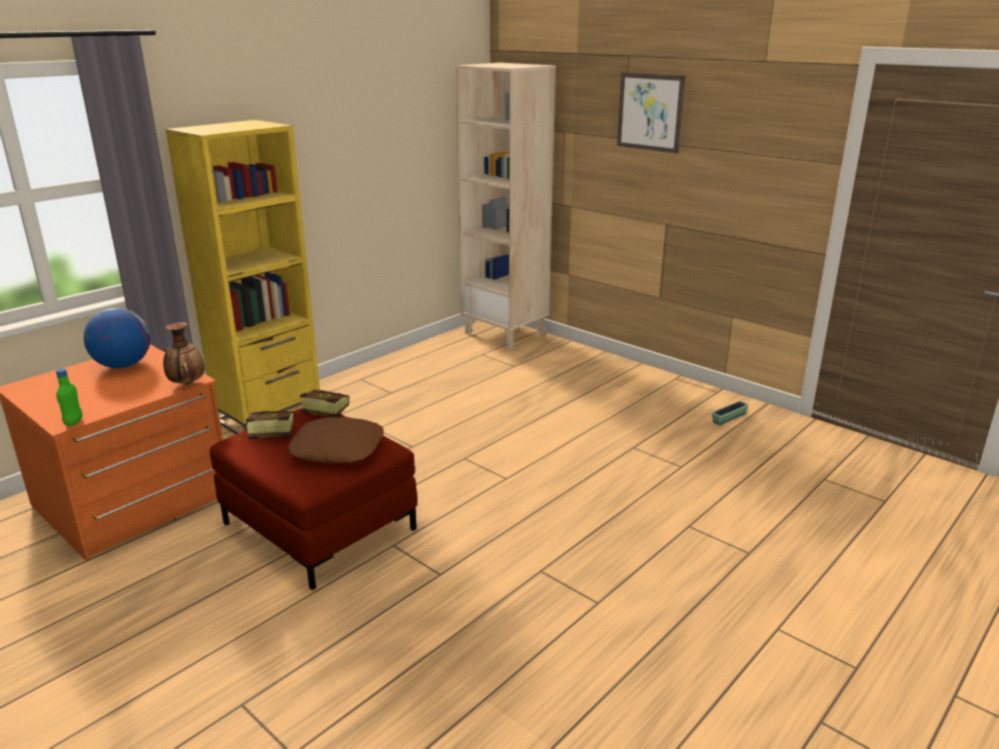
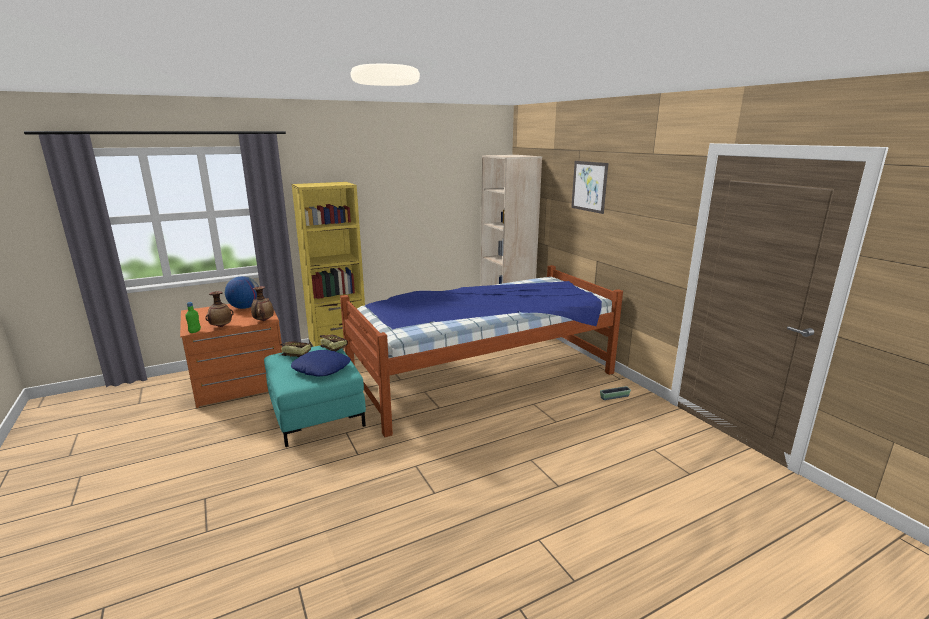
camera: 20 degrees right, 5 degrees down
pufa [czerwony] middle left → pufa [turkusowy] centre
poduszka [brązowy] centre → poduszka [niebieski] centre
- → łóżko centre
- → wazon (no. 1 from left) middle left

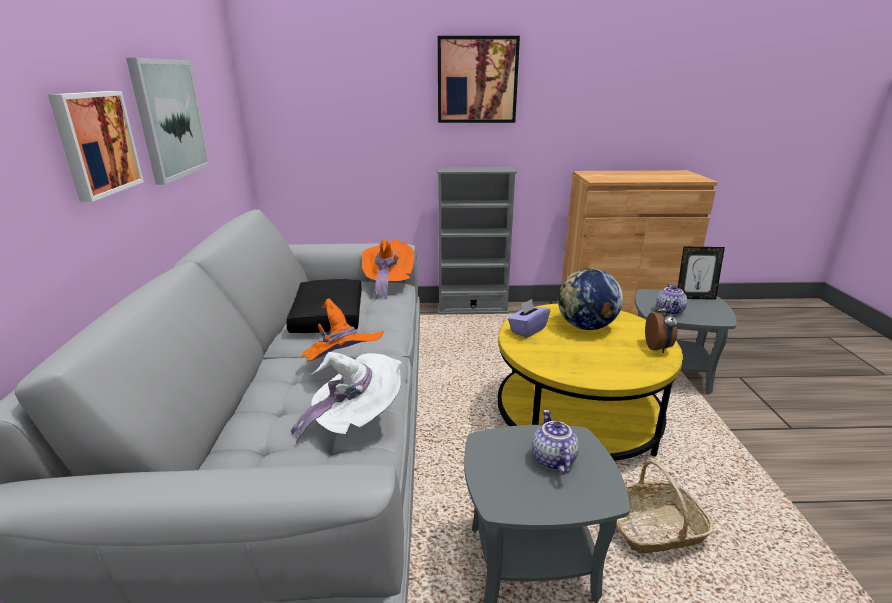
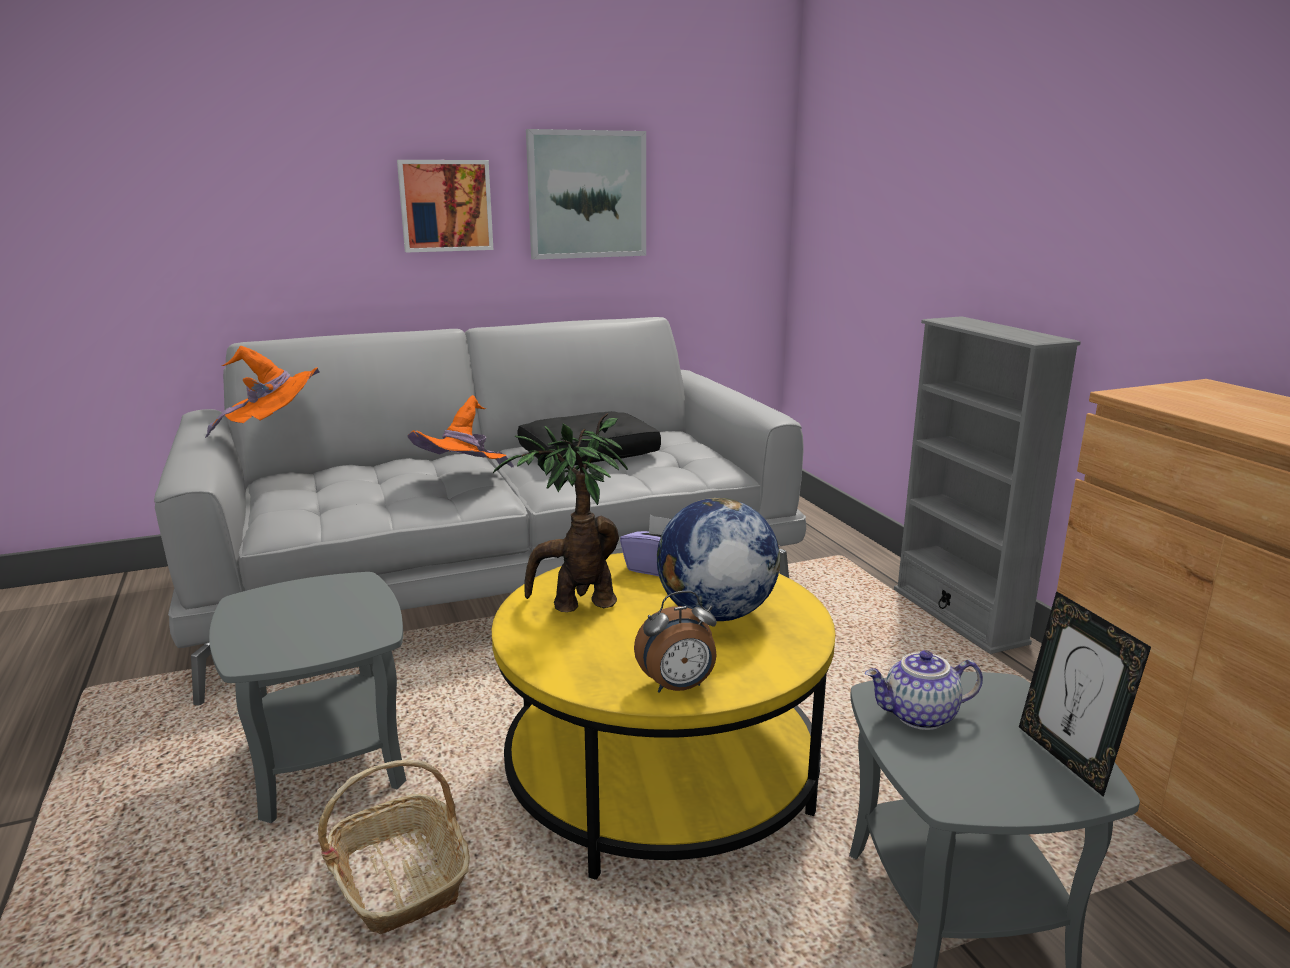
camera: 70 degrees right, 5 degrees down
obraz (no. 3 from left) top centre → -
kapelusz [pomarańczowy] (no. 2 from left in the first image) centre → kapelusz [pomarańczowy] (no. 1 from left) middle left, relocated
kapelusz [biały] centre → -
imbryk (no. 1 from left) bottom centre → -
- → roślina doniczkowa centre

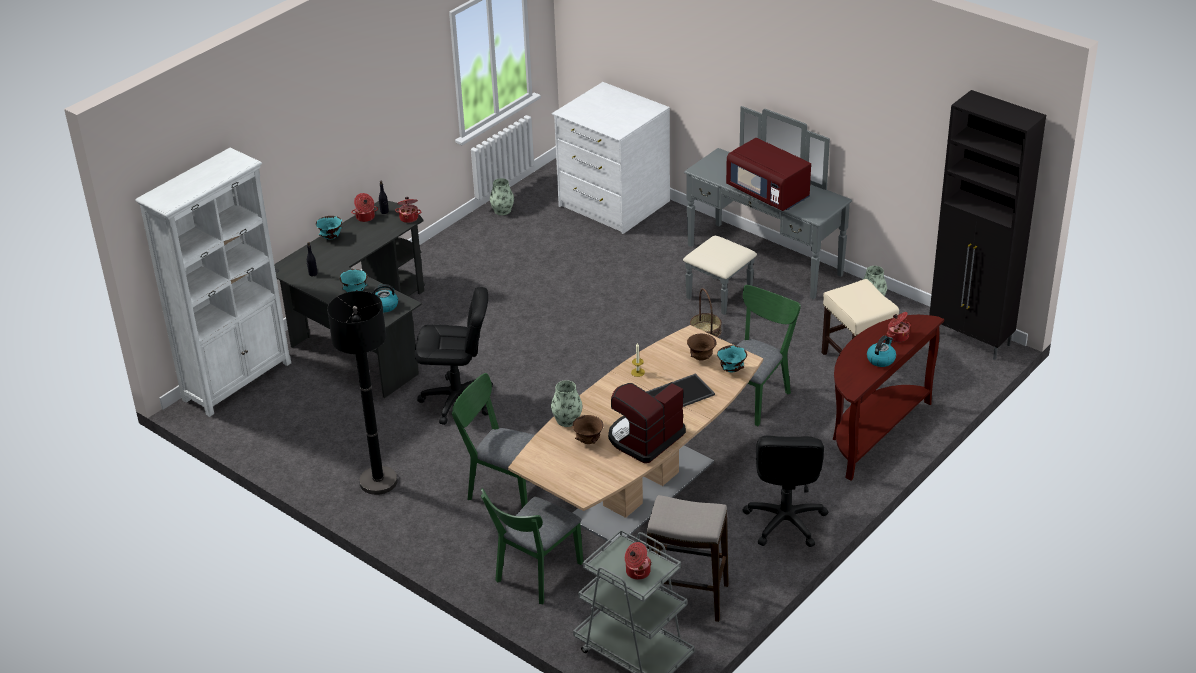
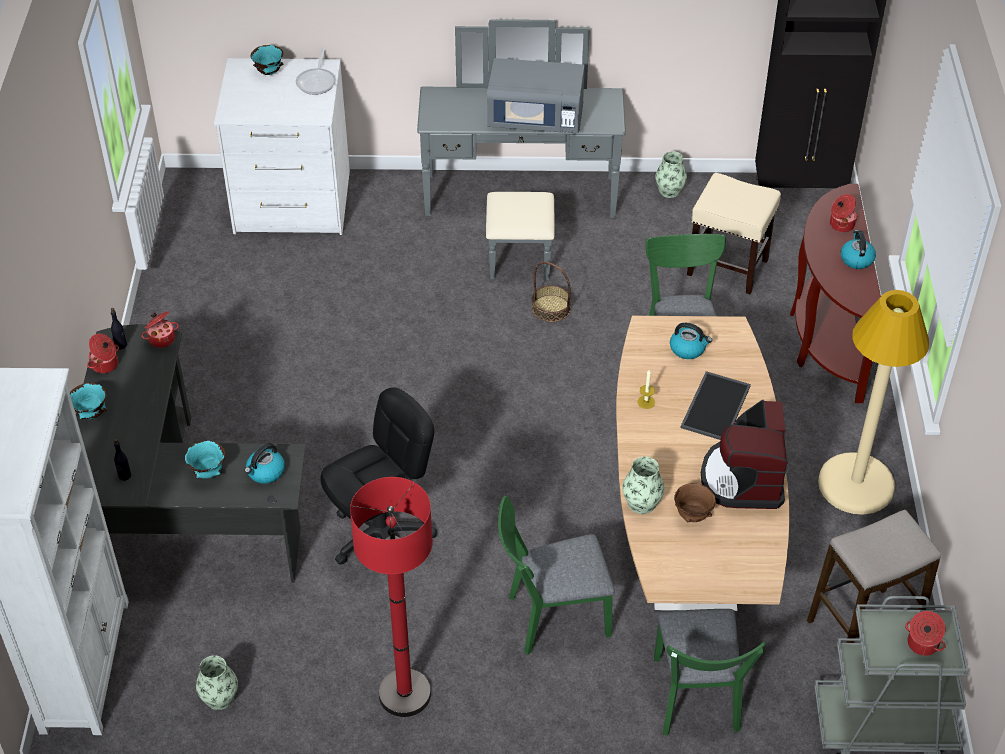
camera: 40 degrees left, 10 degrees up
mikrofalówka [czerwony] top centre → mikrofalówka [szary] top centre
wazon (no. 1 from left) top centre → wazon (no. 1 from left) bottom left, relocated
lampa stojąca [czarny] middle left → lampa stojąca [czerwony] bottom centre
miska [brązowy] (no. 2 from left) centre → czajnik (no. 2 from left) middle right
miska [turkusowy] (no. 3 from left) centre → miska [turkusowy] (no. 3 from left) top left, relocated
krzesło biurowe [czarny] (no. 2 from left) bottom centre → lampa stojąca [beżowy] middle right
- → patelnia top left

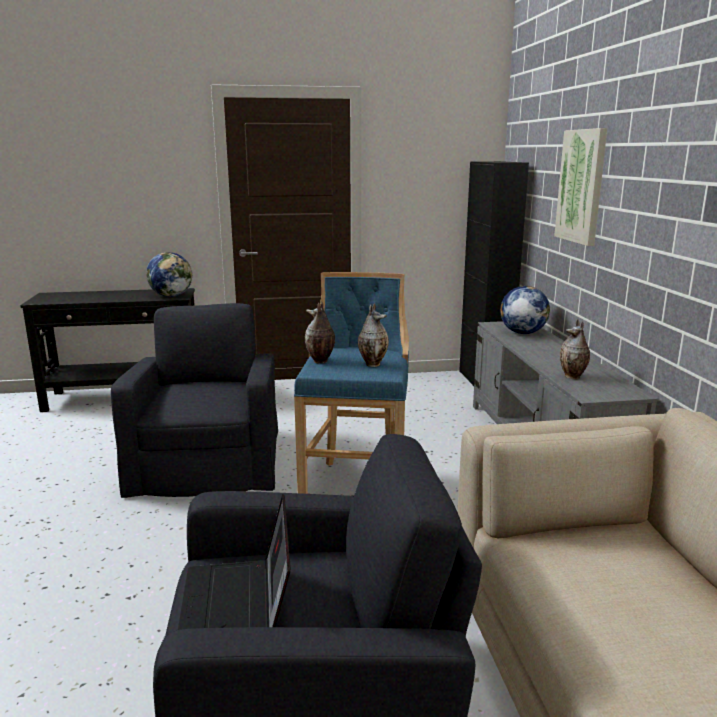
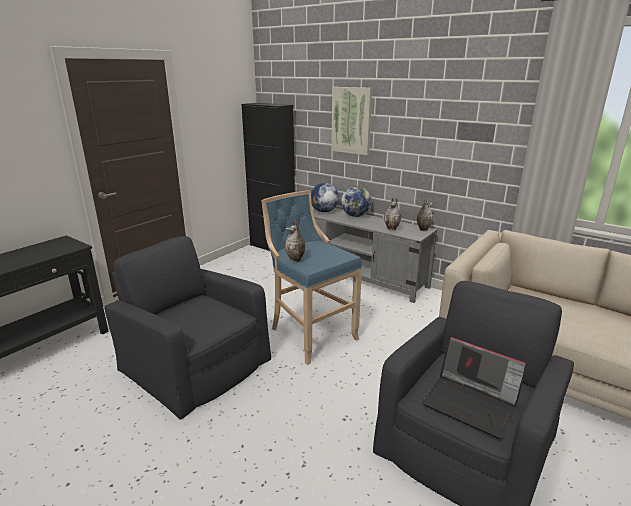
camera: 45 degrees left, 5 degrees up
globus (no. 1 from left in the first image) middle left → globus (no. 2 from left) centre, relocated
wazon (no. 2 from left in the first image) centre → wazon (no. 3 from left) middle right, relocated

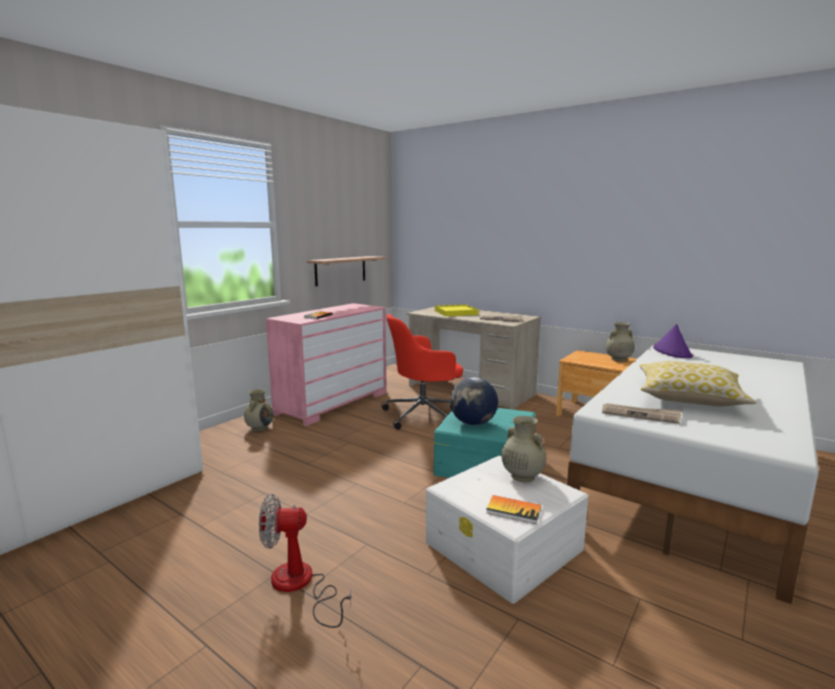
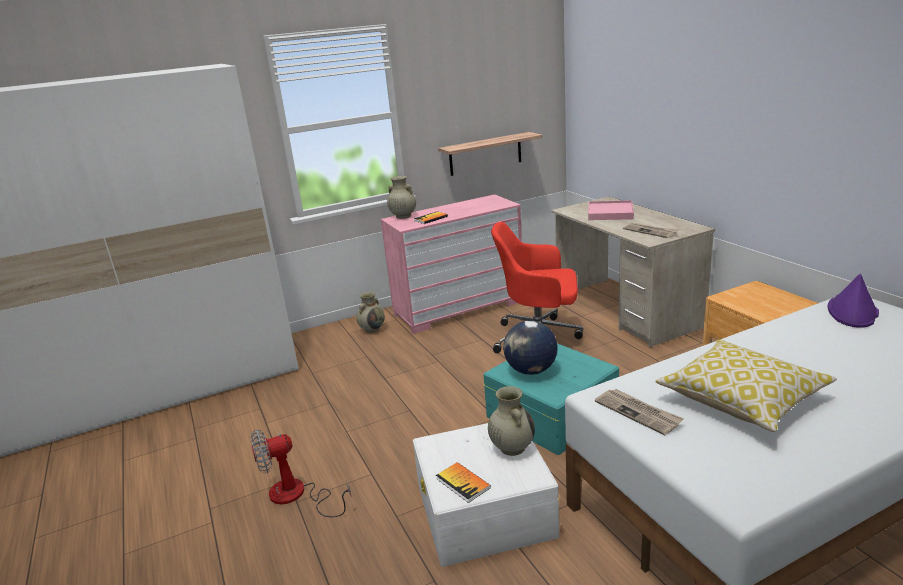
camera: 30 degrees right, 10 degrees up
taca [żółty] centre → taca [różowy] middle right
wazon [beżowy] (no. 3 from left in the first image) middle right → wazon [beżowy] (no. 2 from left) centre, relocated
wentylator bottom centre, 45 degrees counterclockwise

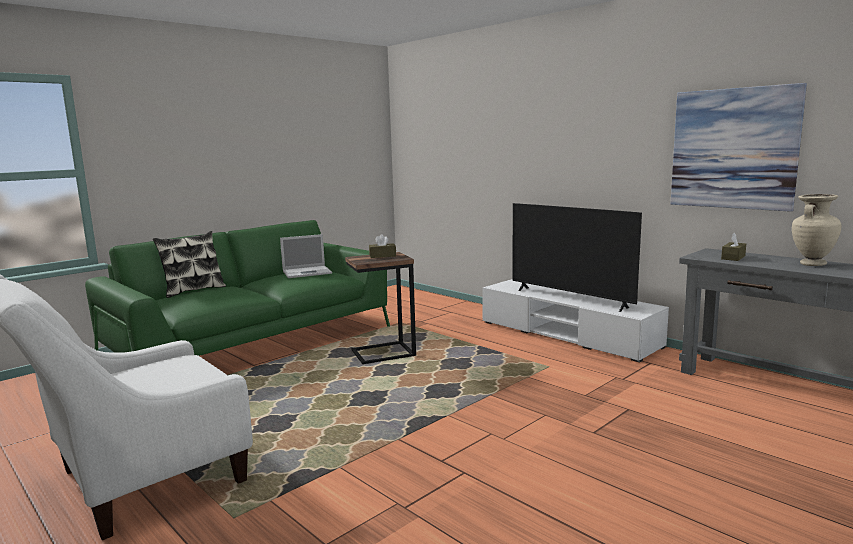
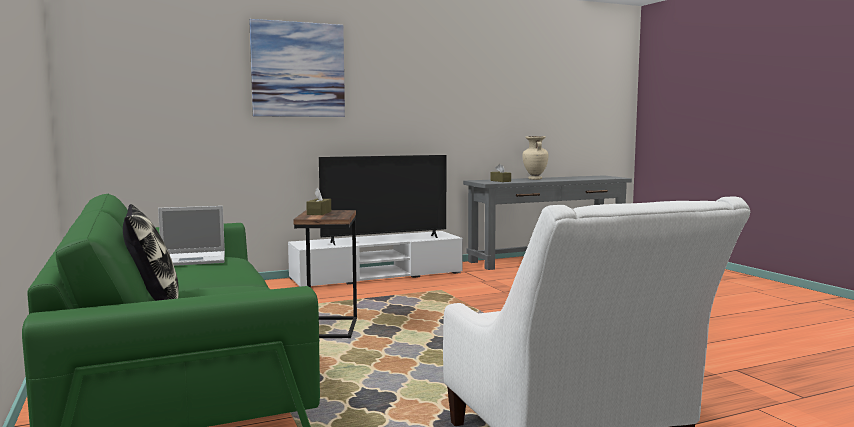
camera: 70 degrees left, 5 degrees down
obraz top right → obraz top centre, relocated
laptop centre → laptop middle left, 75 degrees clockwise

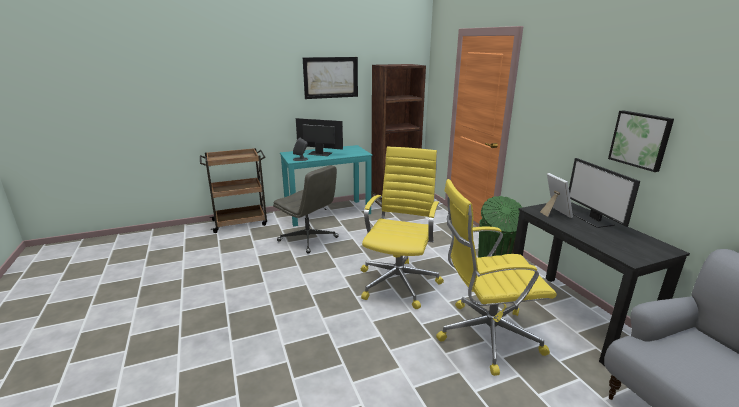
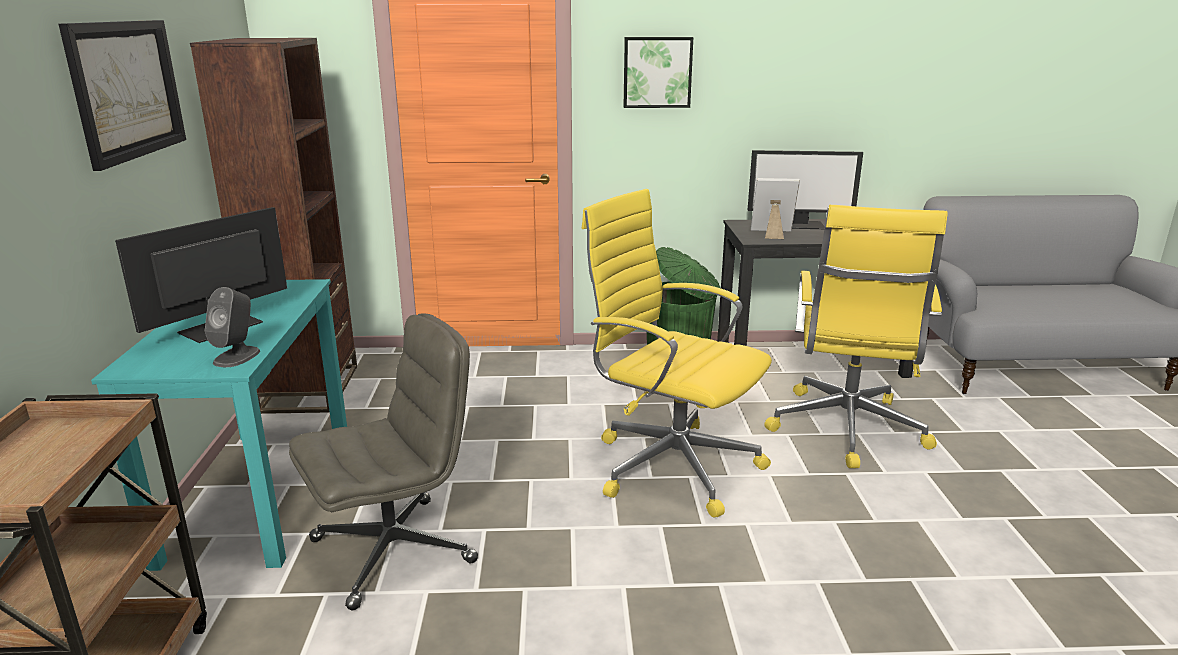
camera: 70 degrees left, 0 degrees up
obraz (no. 2 from left) middle right → obraz (no. 2 from left) top centre, relocated

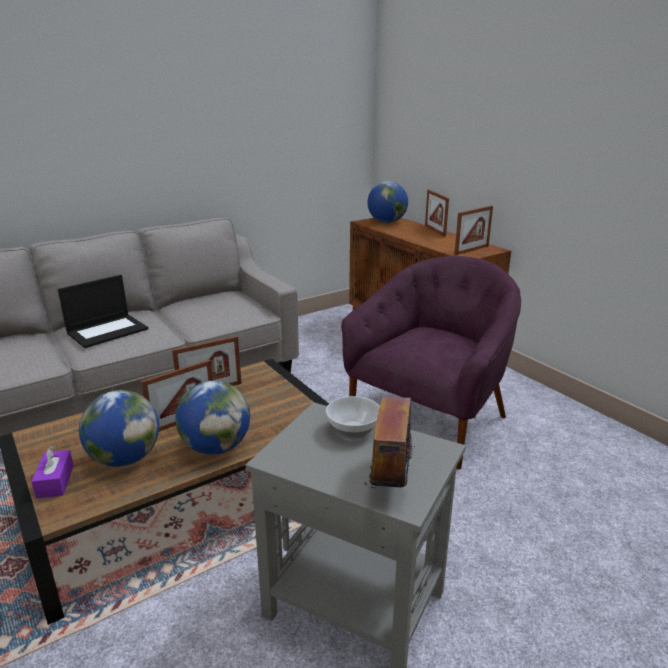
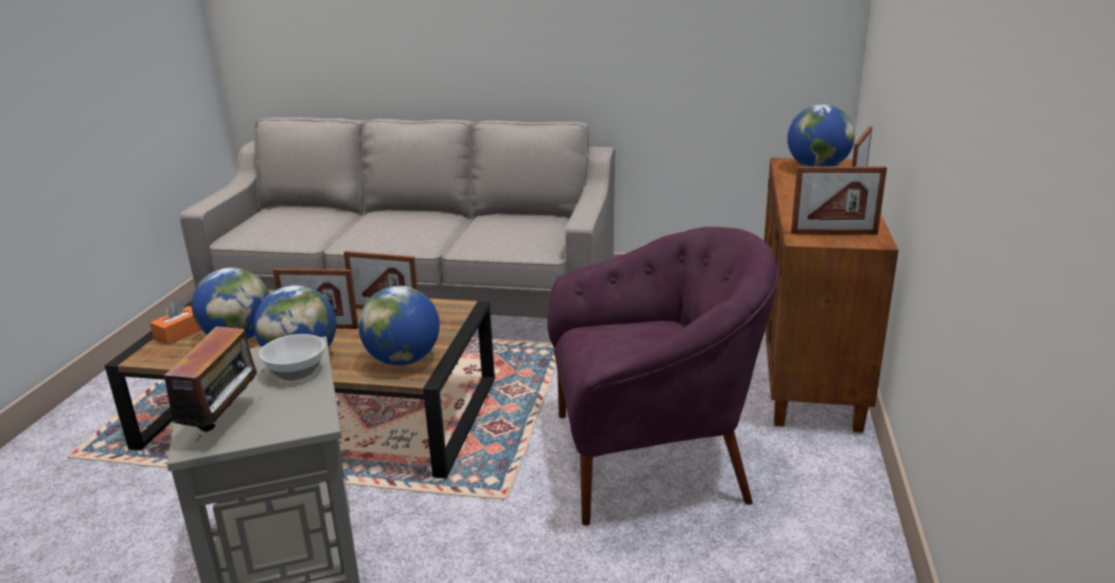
camera: 45 degrees right, 0 degrees up
laptop middle left → -
radio centre → radio middle left, 135 degrees clockwise
pudełko chusteczek [fioletowy] bottom left → pudełko chusteczek [pomarańczowy] middle left
- → globus (no. 3 from left) centre

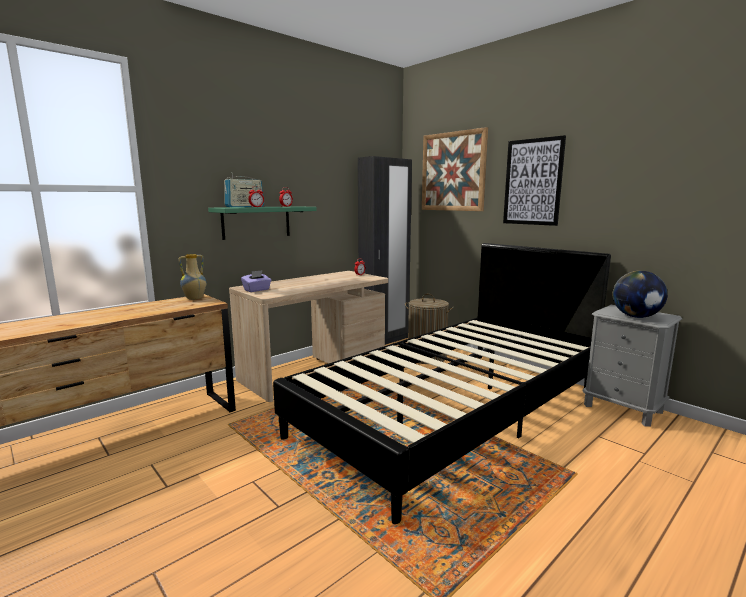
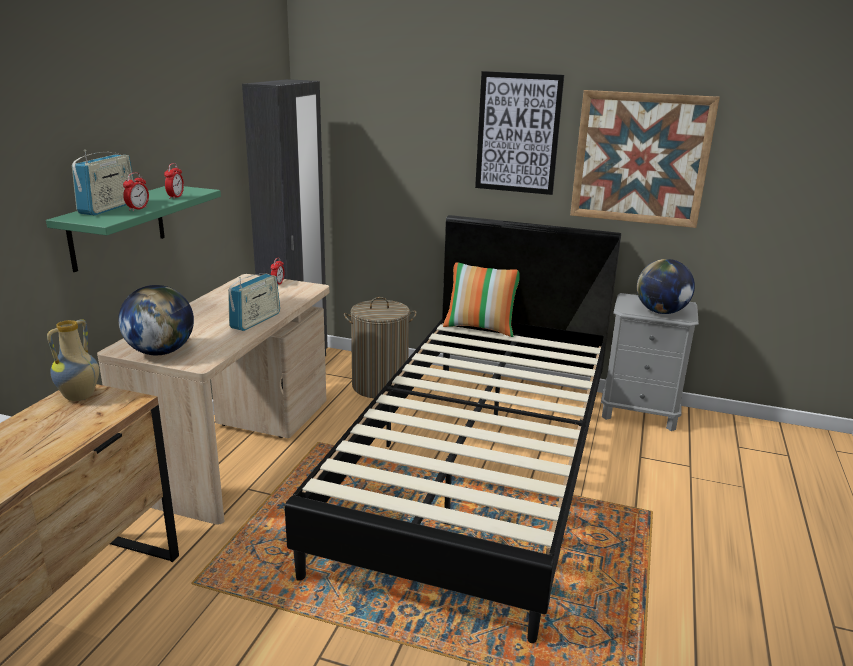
camera: 30 degrees left, 10 degrees up
obraz (no. 1 from left in the first image) top centre → obraz (no. 2 from left) top right, relocated
pudełko chusteczek [fioletowy] centre → globus (no. 1 from left) middle left
- → poduszka centre
- → radio (no. 2 from left) middle left

